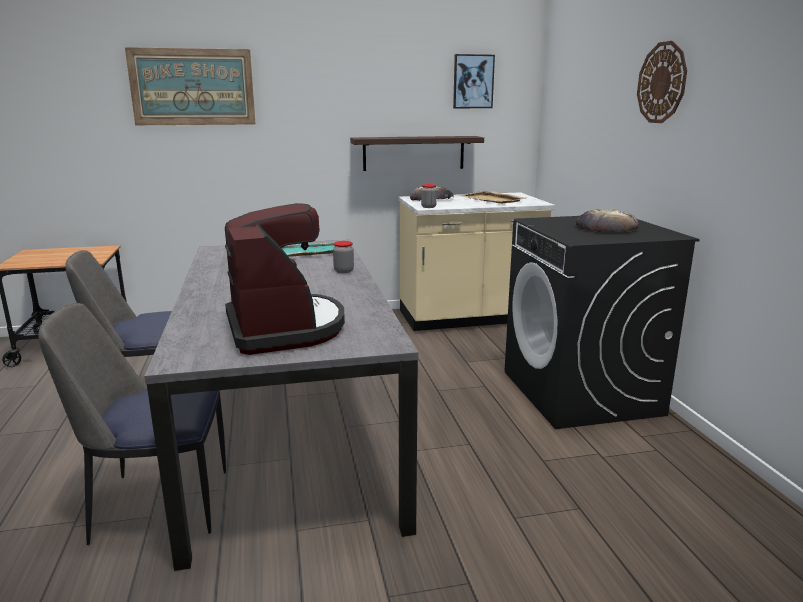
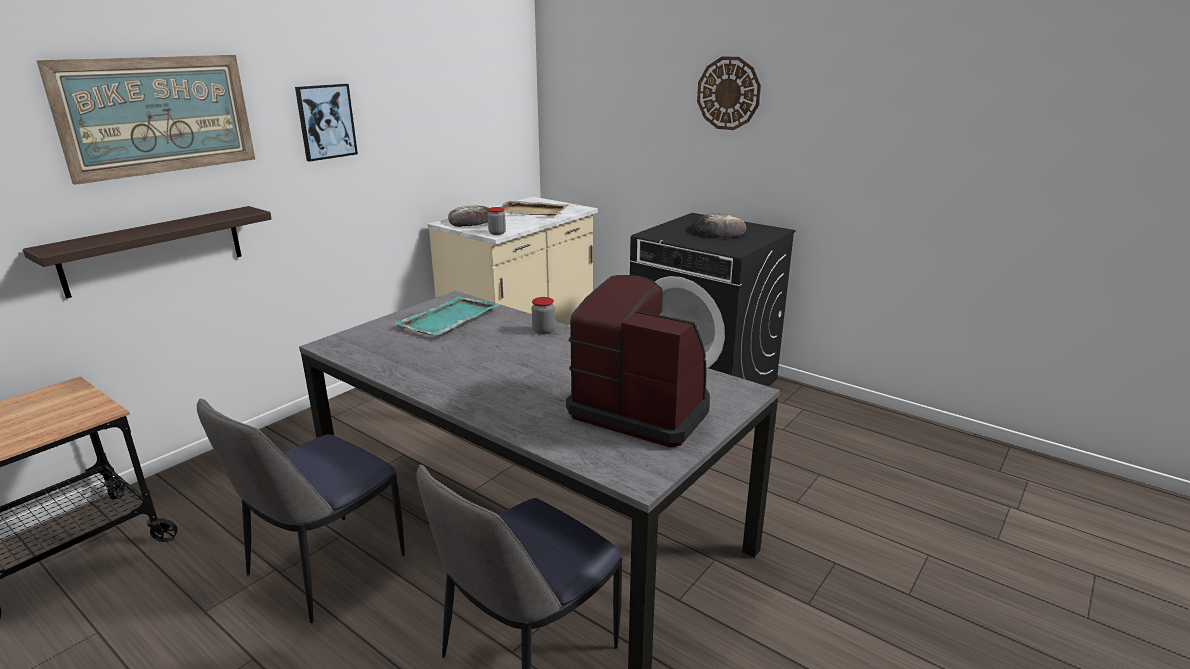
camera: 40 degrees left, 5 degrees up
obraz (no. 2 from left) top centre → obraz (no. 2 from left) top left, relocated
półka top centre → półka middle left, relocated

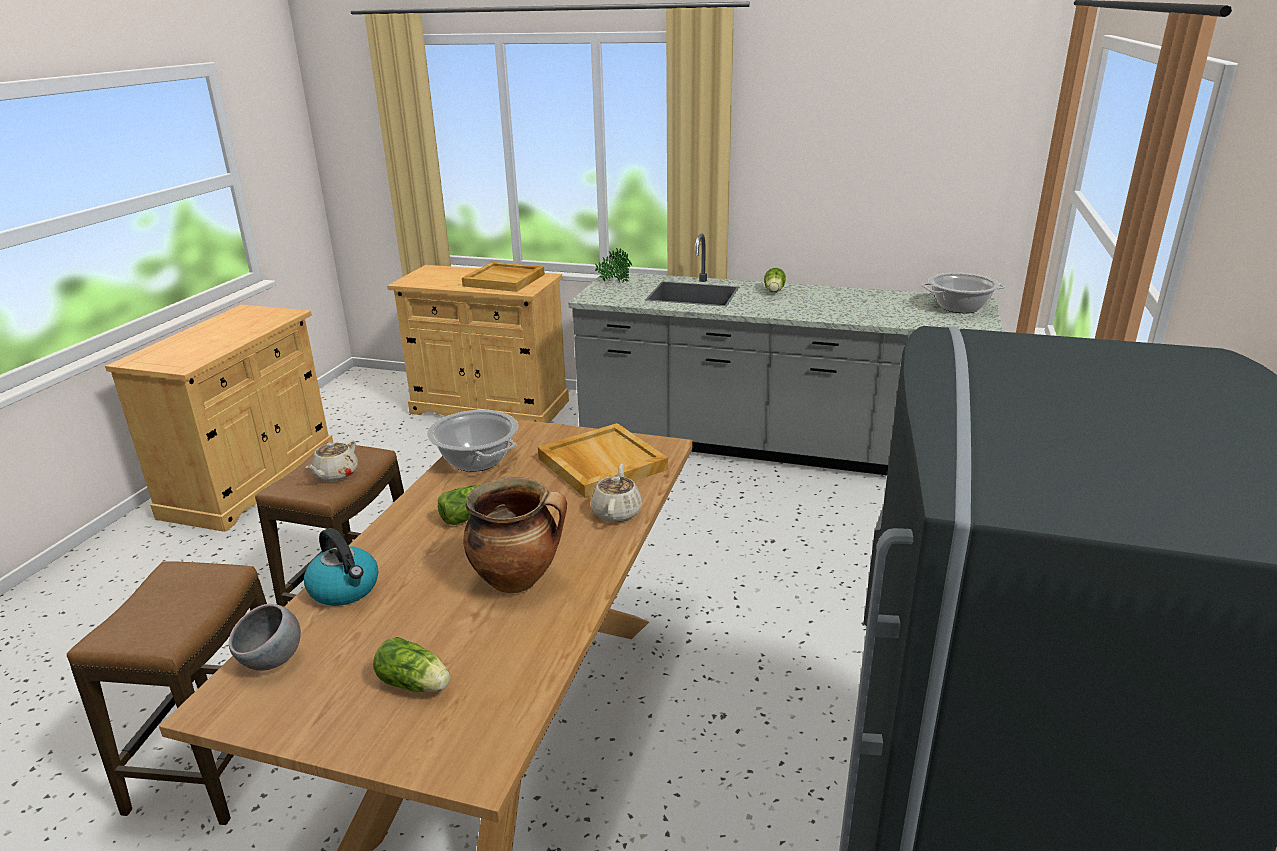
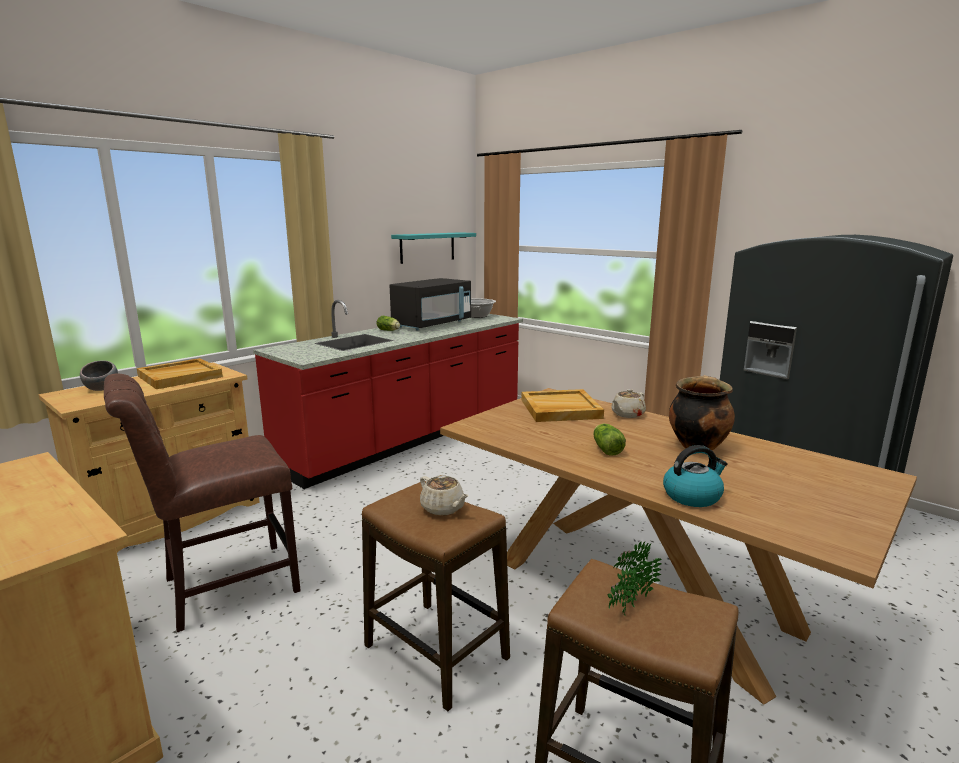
camera: 65 degrees left, 10 degrees down
zabudowa kuchenna [szary] centre → zabudowa kuchenna [czerwony] centre
roślina doniczkowa top centre → roślina doniczkowa bottom centre, relocated
garnek (no. 1 from left) centre → -
imbryk [beżowy] (no. 2 from left) centre, 75 degrees counterclockwise
miska [szary] bottom left → miska [szary] middle left, relocated
sałata (no. 1 from left) bottom left → -
- → półka [turkusowy] top centre
- → mikrofalówka [czarny] centre
- → krzesło [brązowy] middle left

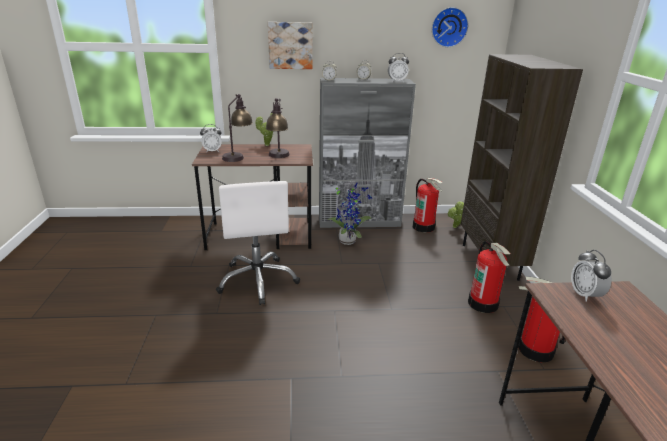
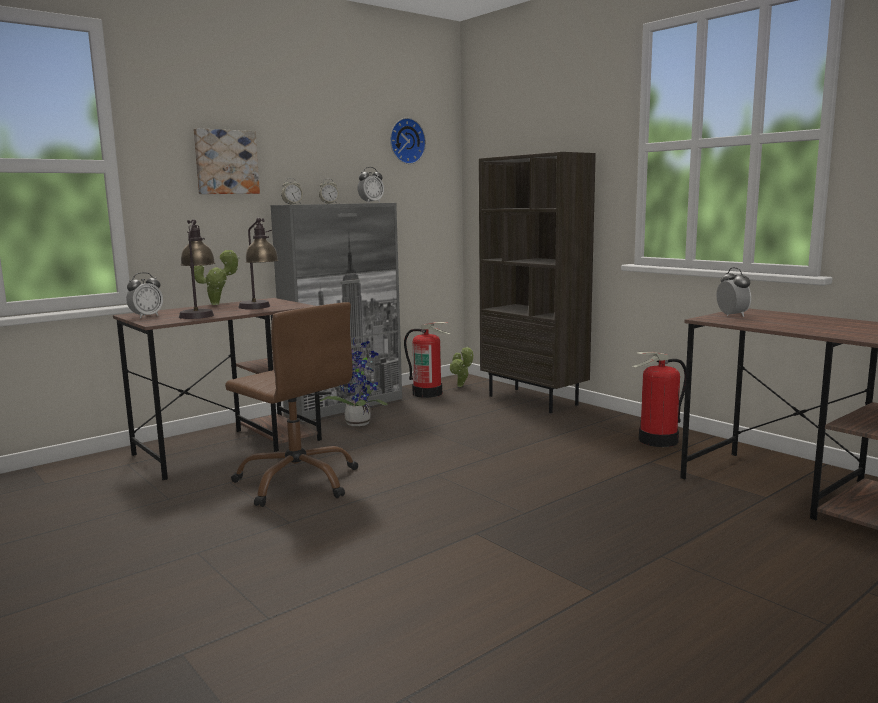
camera: 35 degrees left, 15 degrees down
krzesło biurowe [biały] centre → krzesło biurowe [brązowy] middle left
gaśnica (no. 2 from left) middle right → -
budzik (no. 5 from left) middle right, 150 degrees counterclockwise

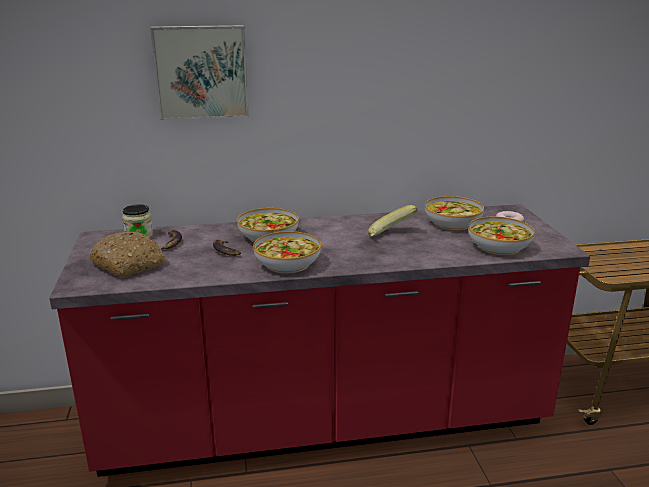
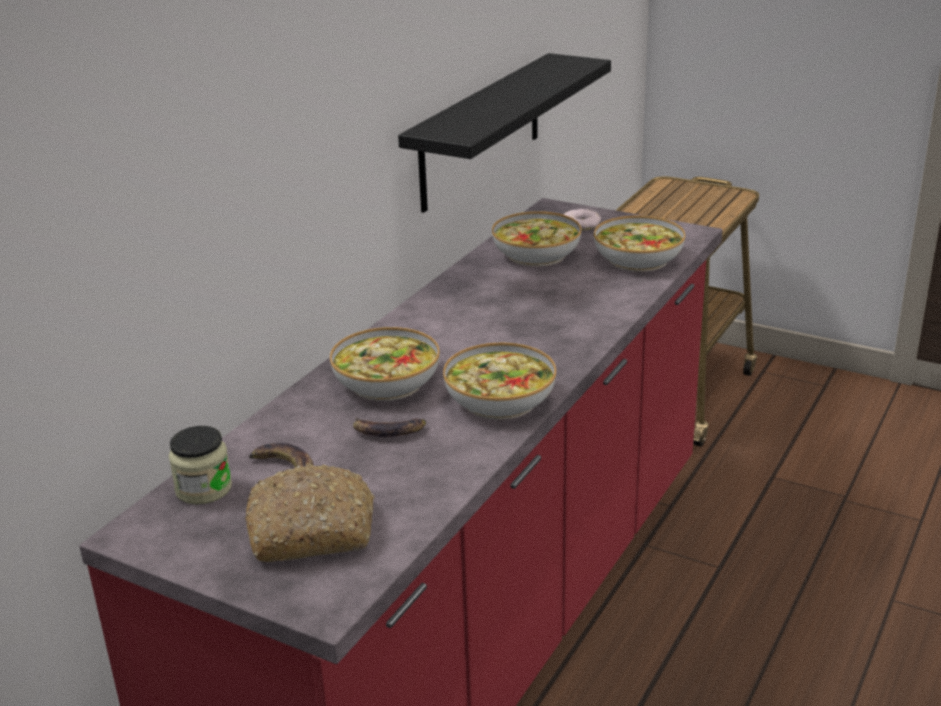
camera: 50 degrees left, 5 degrees up
obraz top left → -
banan (no. 3 from left) centre → -
- → półka [czarny] top centre

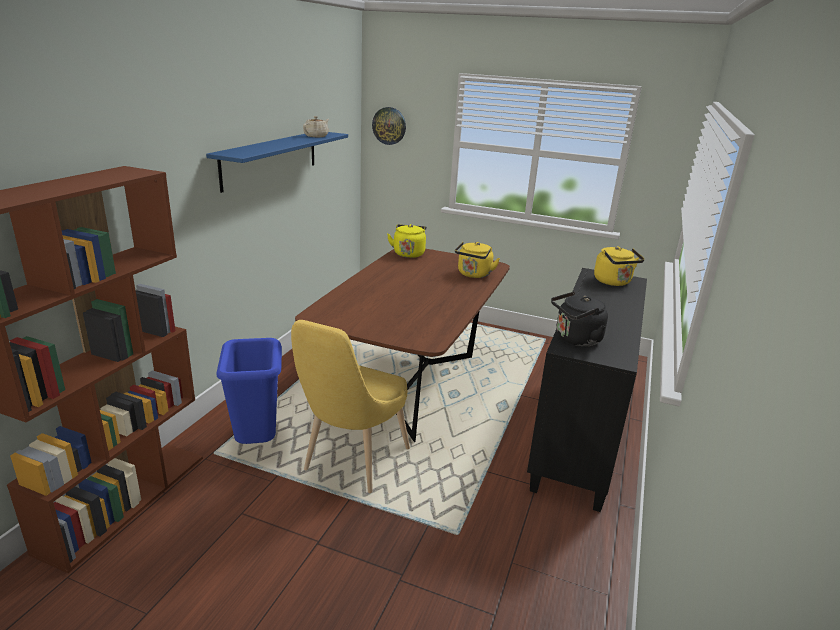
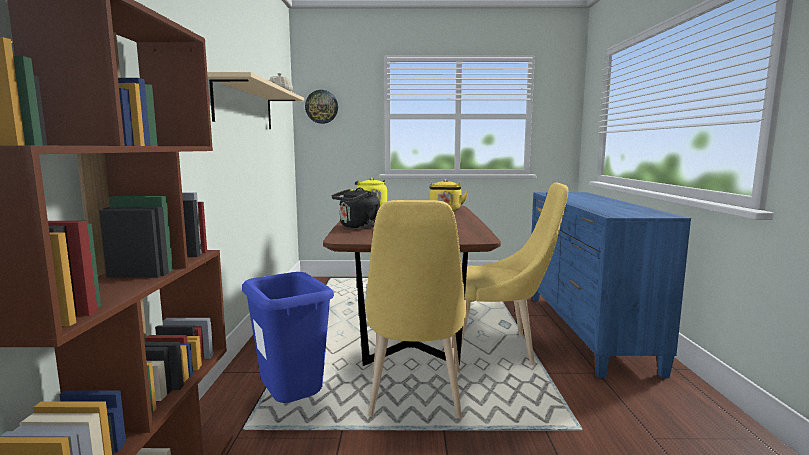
camera: 20 degrees left, 15 degrees down
półka [niebieski] top left → półka [beżowy] top left
czajnik [żółty] (no. 3 from left) middle right → -
komoda [czarny] middle right → komoda [niebieski] middle right
czajnik [czarny] middle right → czajnik [czarny] centre, relocated
- → krzesło [żółty] (no. 2 from left) centre

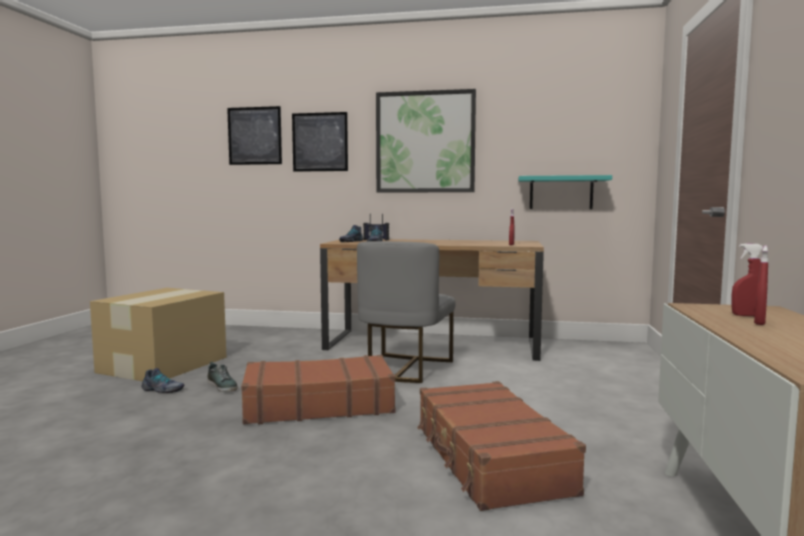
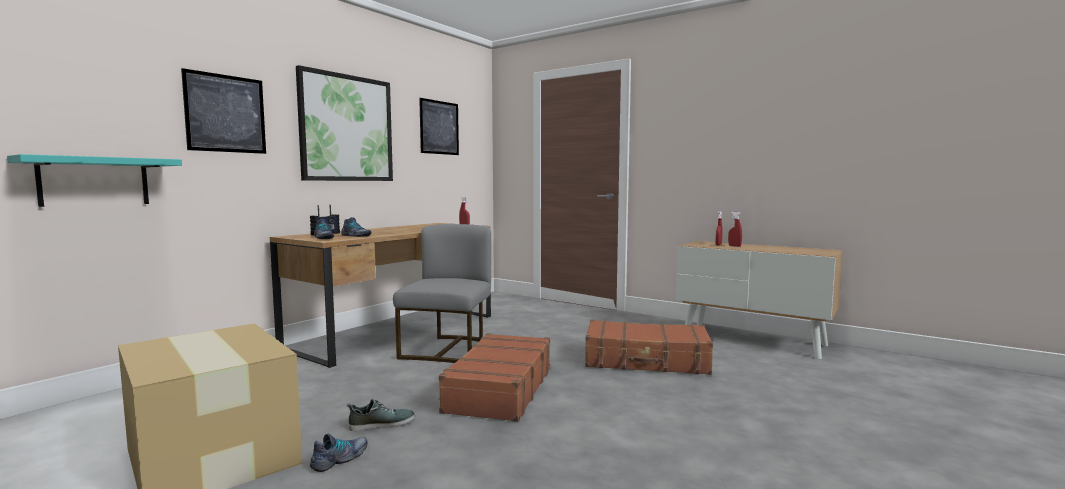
camera: 65 degrees left, 0 degrees up
obraz (no. 1 from left in the first image) top left → obraz (no. 3 from left) top centre, relocated
półka [turkusowy] middle right → półka [turkusowy] middle left, relocated
krzesło [szary] centre, 120 degrees counterclockwise

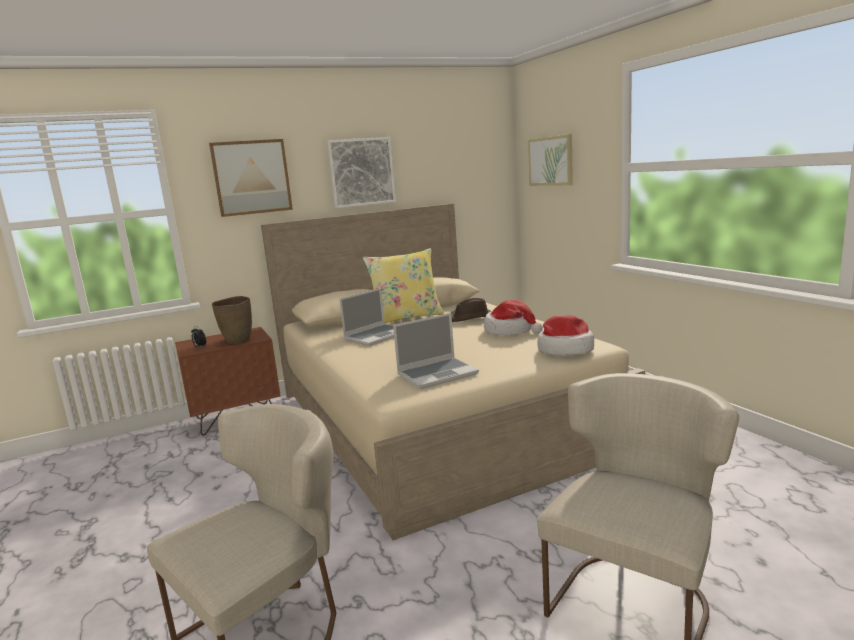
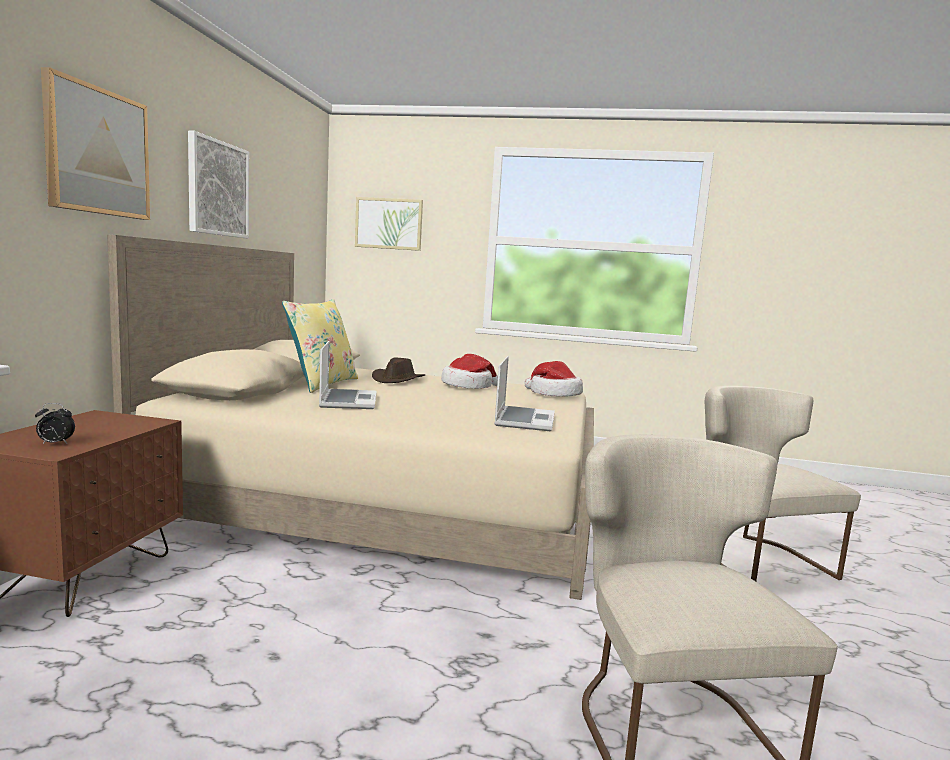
camera: 55 degrees left, 5 degrees down
wazon [brązowy] middle left → -

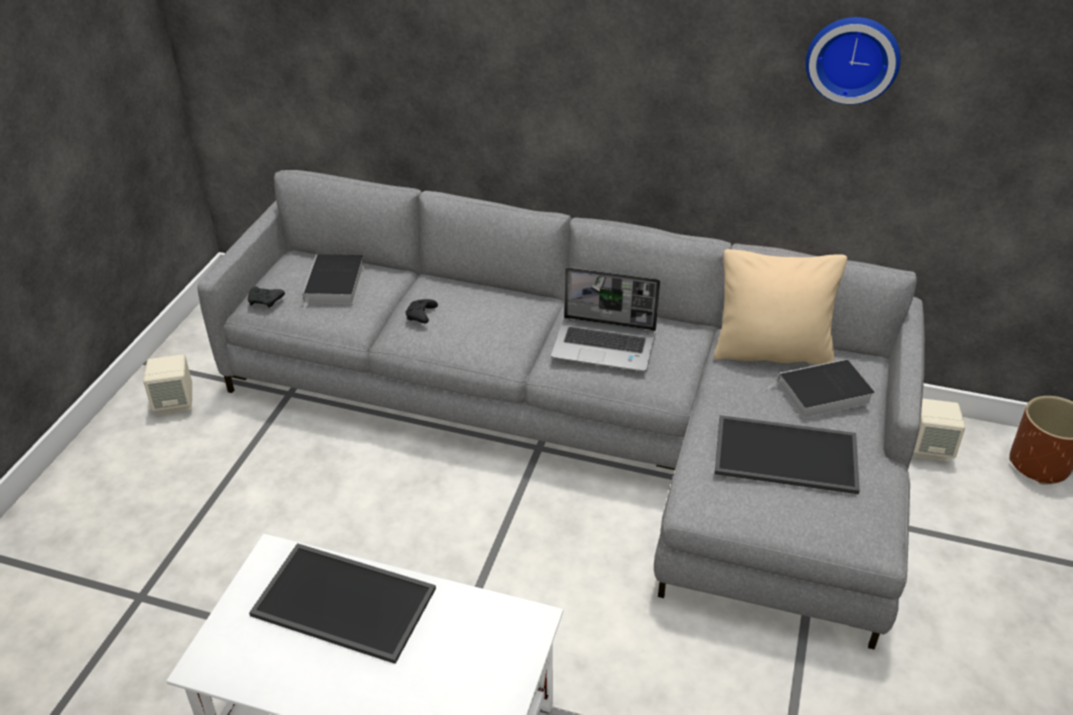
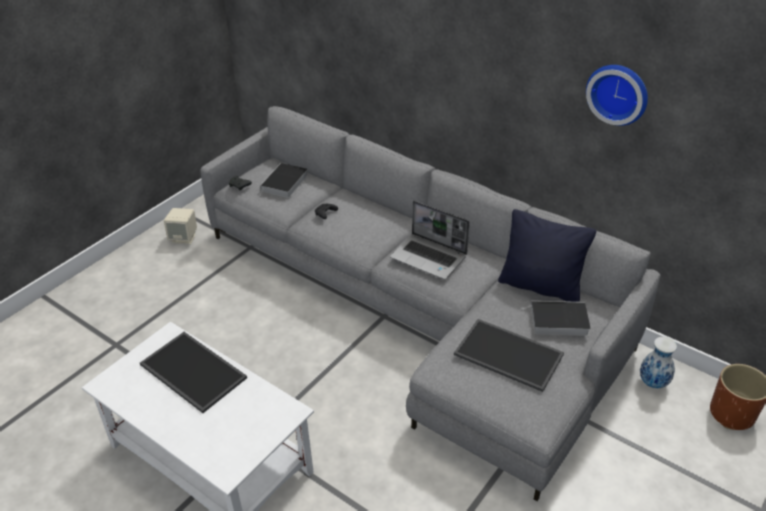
camera: 20 degrees right, 0 degrees up
poduszka [beżowy] middle right → poduszka [czarny] middle right
głośnik [beżowy] (no. 2 from left) middle right → wazon bottom right

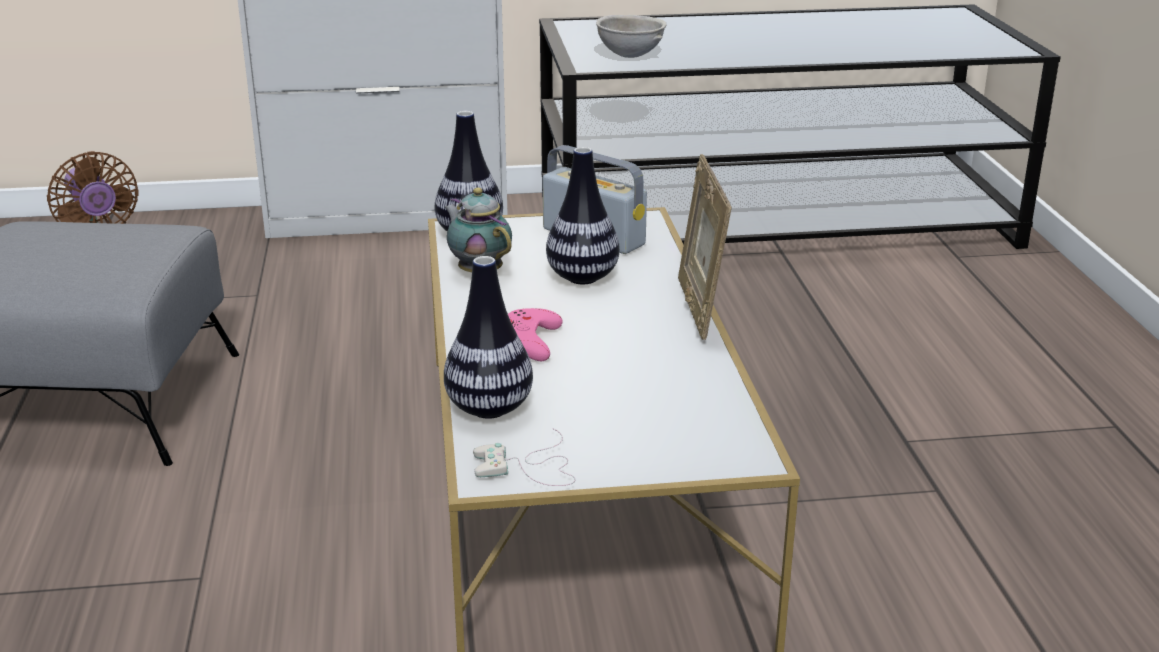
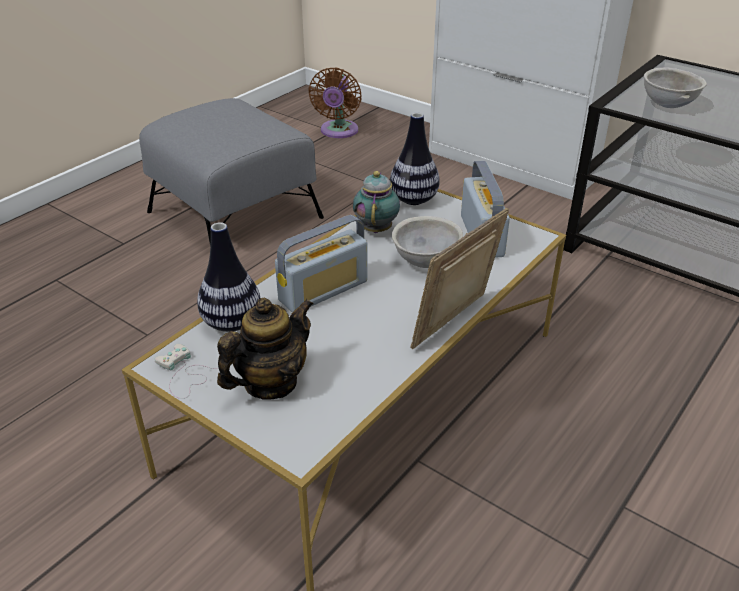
camera: 45 degrees right, 10 degrees up
wazon (no. 3 from left) top centre → miska [szary] (no. 1 from left) centre
pad do gier [różowy] centre → radio (no. 1 from left) centre
- → imbryk (no. 1 from left) centre

